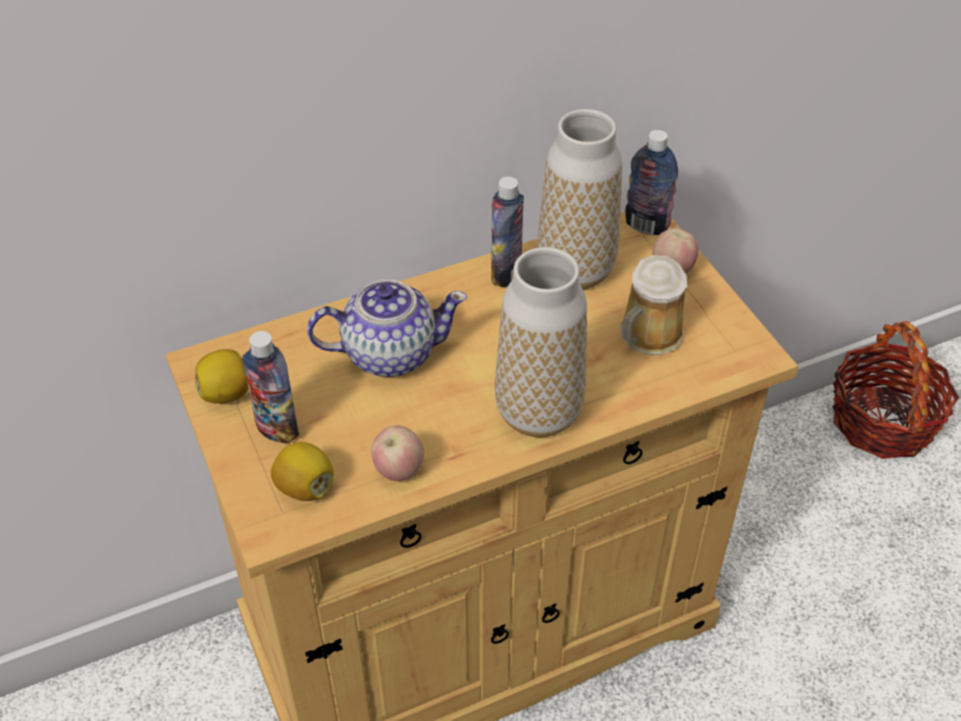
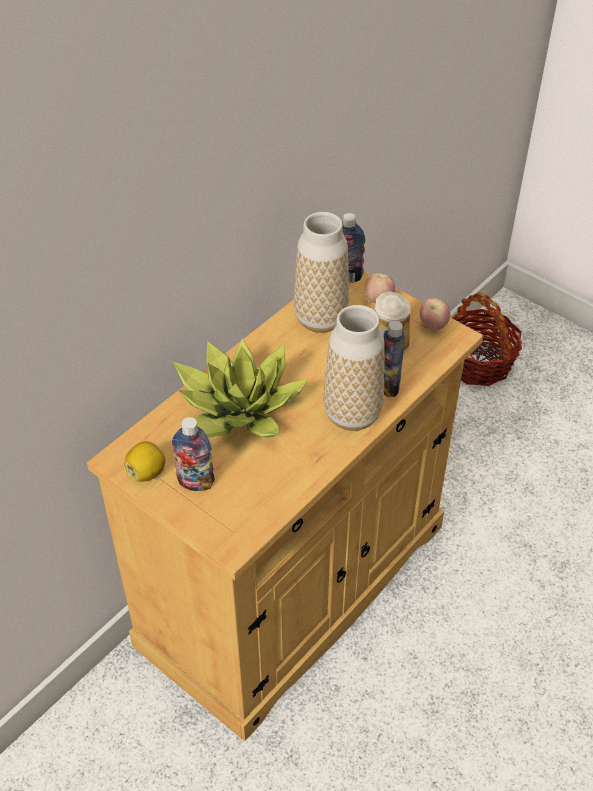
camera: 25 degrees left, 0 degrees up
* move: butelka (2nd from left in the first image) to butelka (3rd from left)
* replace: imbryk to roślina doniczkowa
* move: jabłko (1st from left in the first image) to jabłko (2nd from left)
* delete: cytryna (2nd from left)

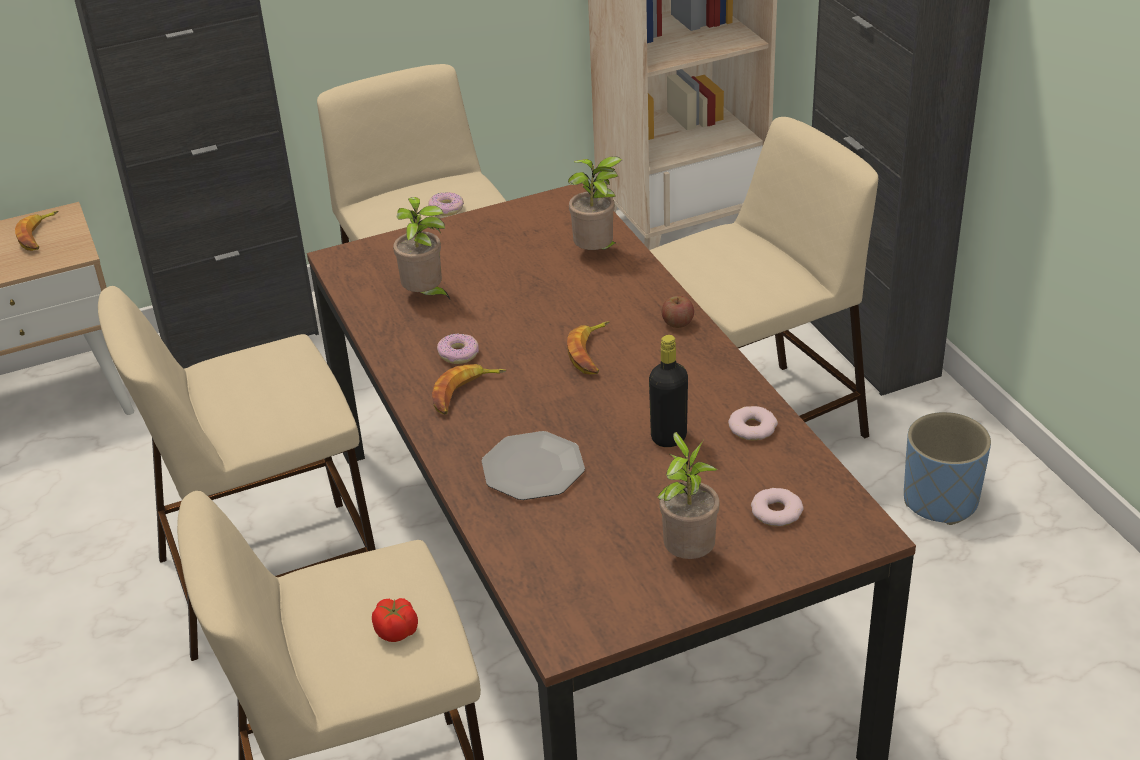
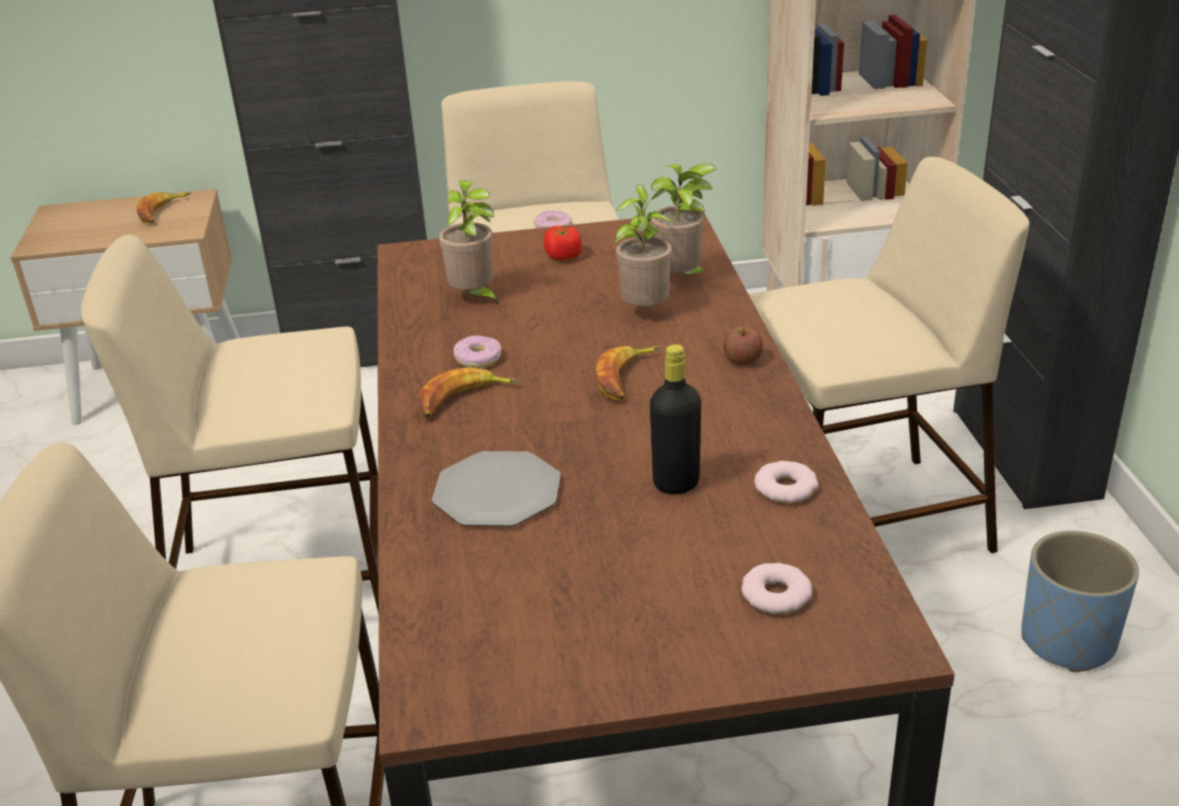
camera: 15 degrees right, 5 degrees down
* move: roślina doniczkowa (3rd from left in the first image) to roślina doniczkowa (2nd from left)
* move: pomidor

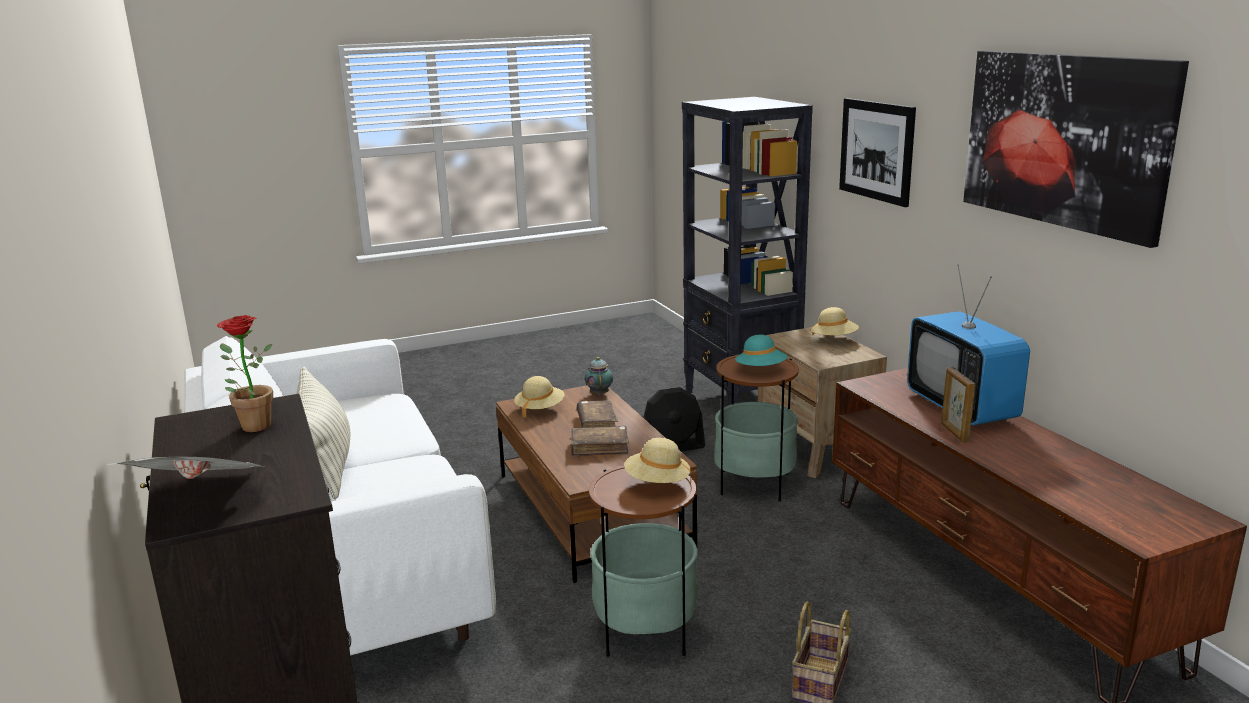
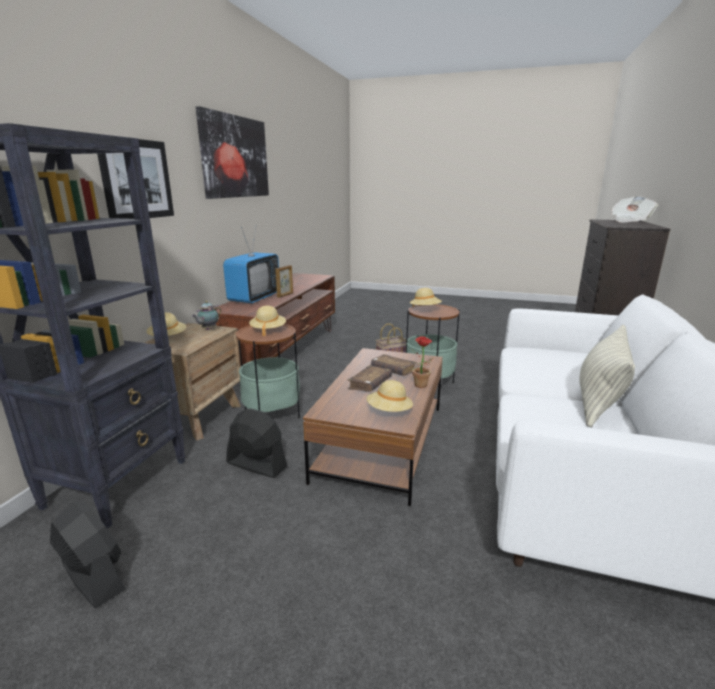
camera: 140 degrees left, 0 degrees up
* move: roślina doniczkowa
* recolor: kapelusz (turkusowy) to kapelusz (beżowy) (2nd from left)
* move: imbryk
* insert: wentylator (czarny) (1st from left)

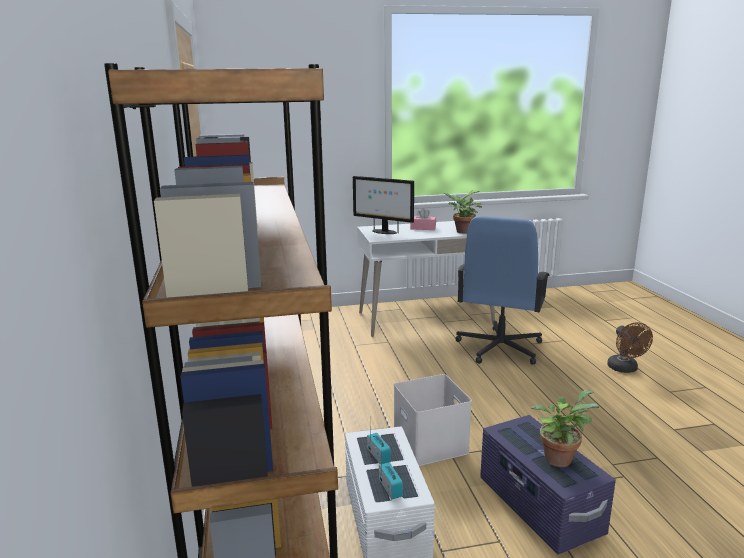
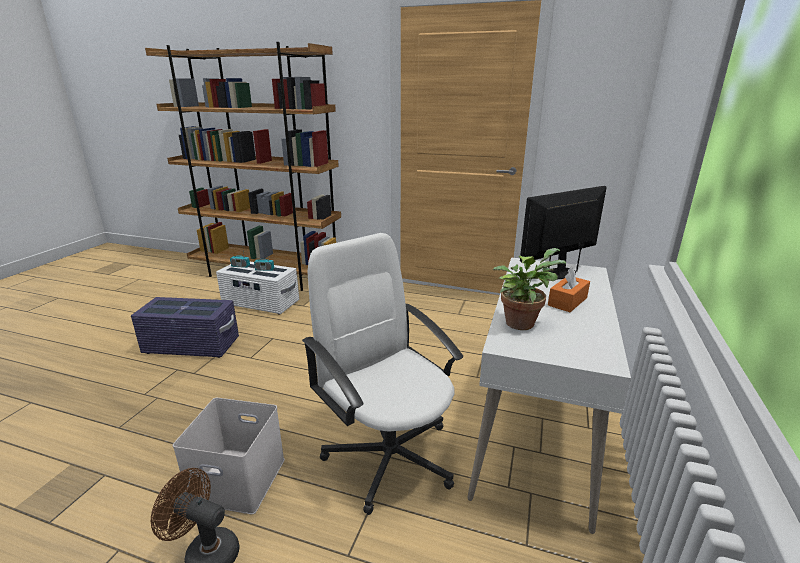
camera: 120 degrees right, 5 degrees up
* recolor: pudełko chusteczek (różowy) to pudełko chusteczek (pomarańczowy)
* recolor: krzesło biurowe (niebieski) to krzesło biurowe (biały)
* move: pojemnik do przechowywania (biały) (2nd from left in the first image) to pojemnik do przechowywania (biały) (1st from left)
* delete: roślina doniczkowa (2nd from left)

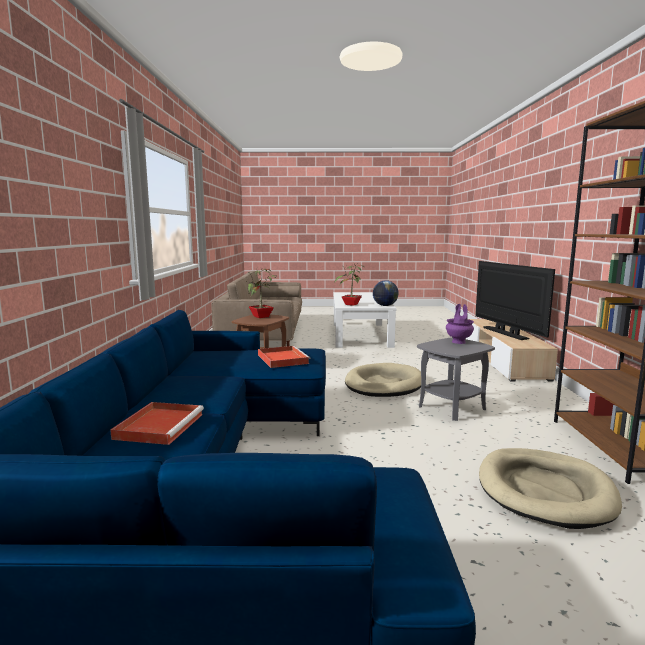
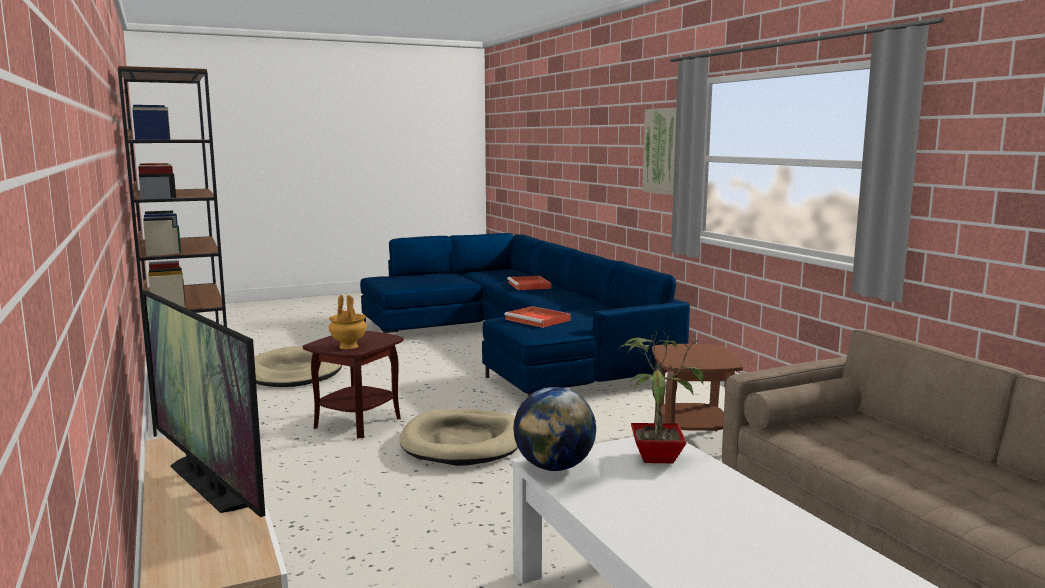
camera: 155 degrees right, 0 degrees up
* delete: roślina doniczkowa (1st from left)
* recolor: wazon (fioletowy) to wazon (brązowy)
* recolor: stolik (szary) to stolik (brązowy) (1st from left)
* insert: obraz

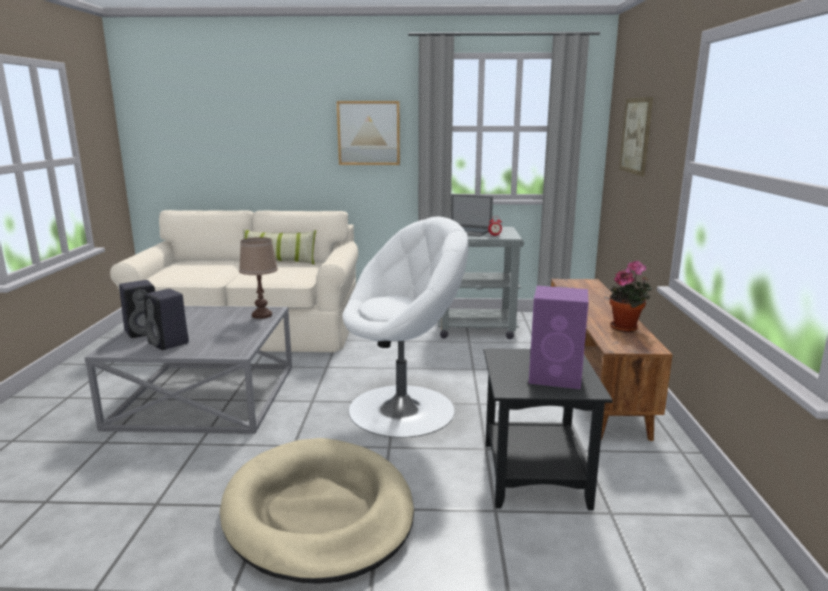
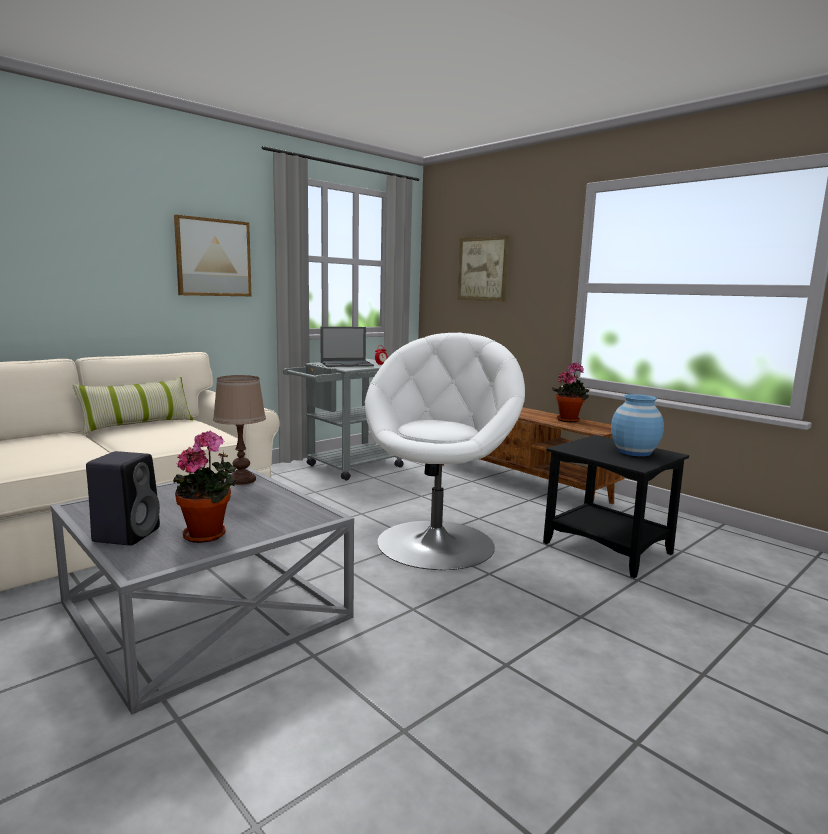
camera: 45 degrees left, 5 degrees down
* replace: głośnik (fioletowy) to wazon (niebieski)
* replace: głośnik (czarny) (2nd from left) to roślina doniczkowa (1st from left)
* delete: legowisko (beżowy)

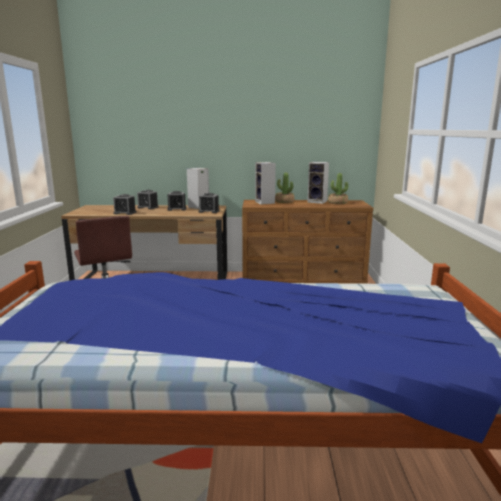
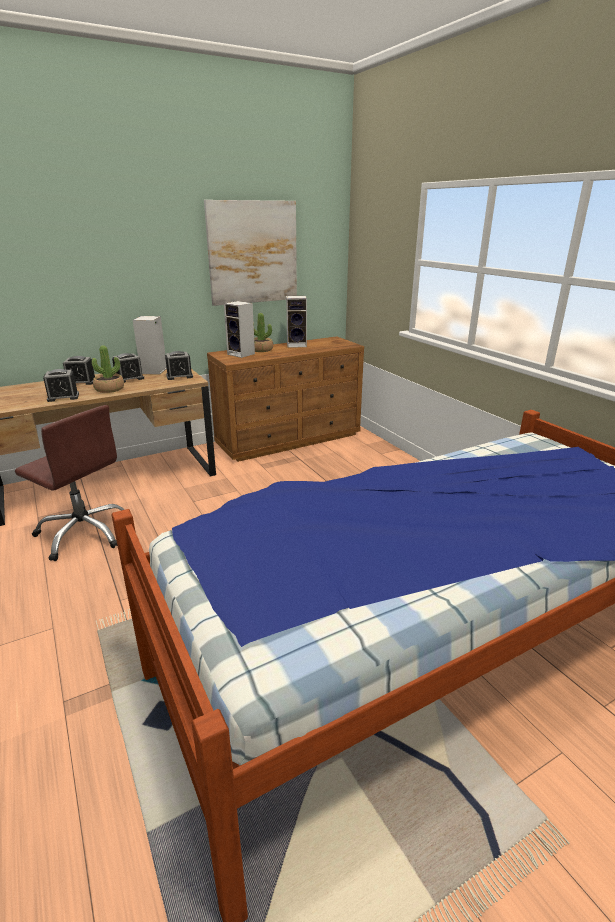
camera: 30 degrees left, 10 degrees up
* move: roślina doniczkowa (2nd from left in the first image) to roślina doniczkowa (1st from left)
* insert: obraz

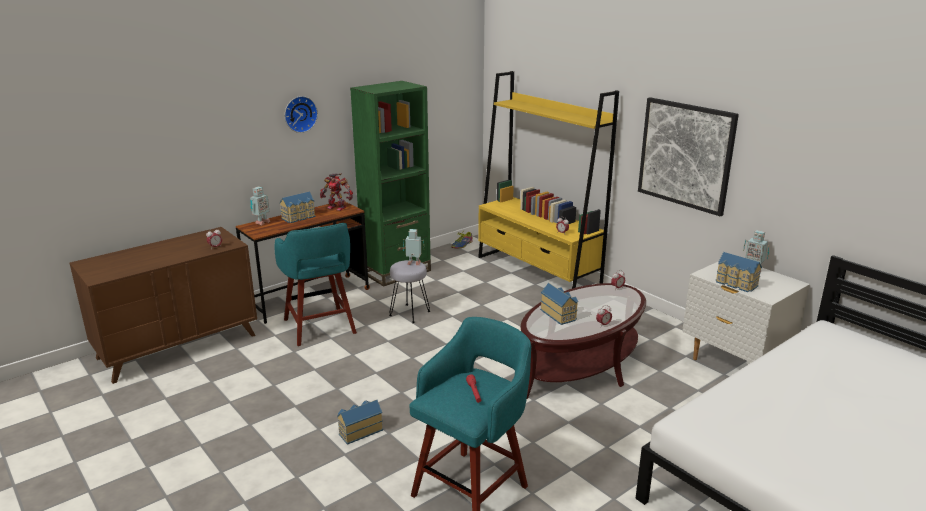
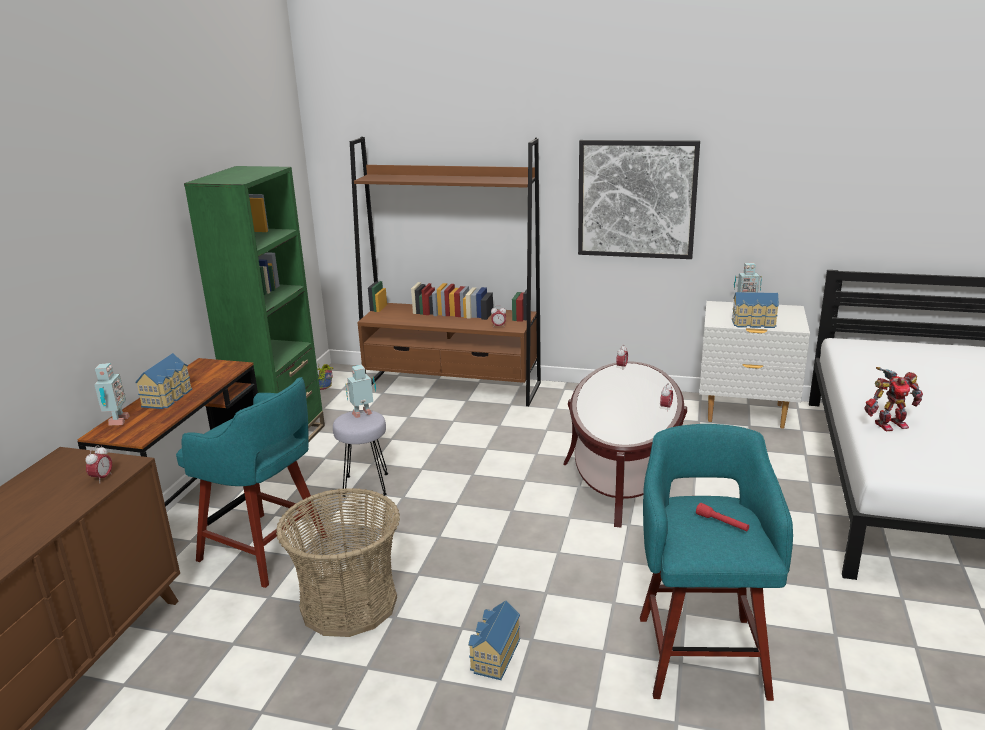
camera: 35 degrees left, 0 degrees up
* recolor: regał (żółty) to regał (brązowy)
* delete: zegar ścienny
* move: robot zabawkowy (2nd from left in the first image) to robot zabawkowy (4th from left)
* delete: domek (3rd from left)
* insert: koszyk

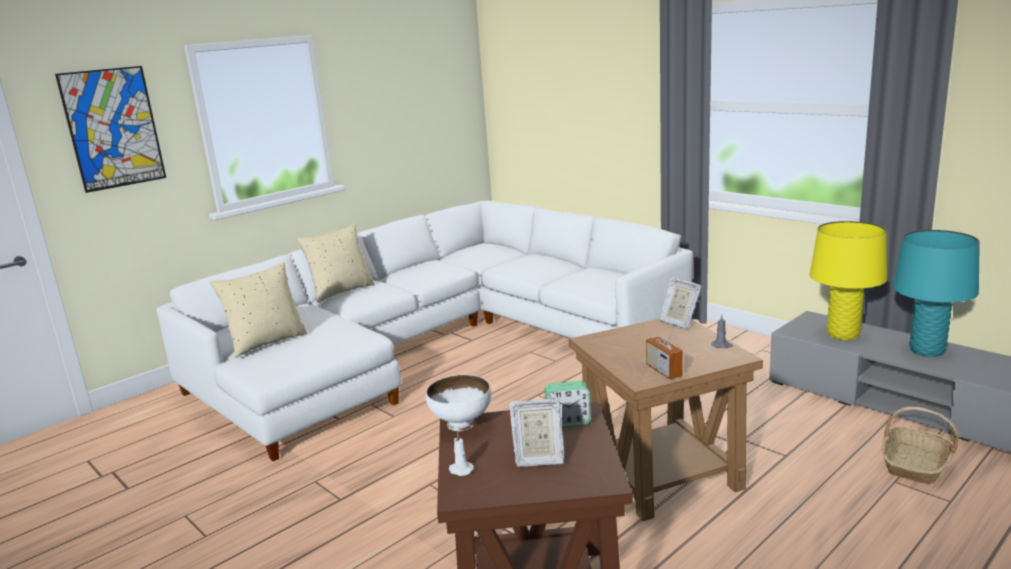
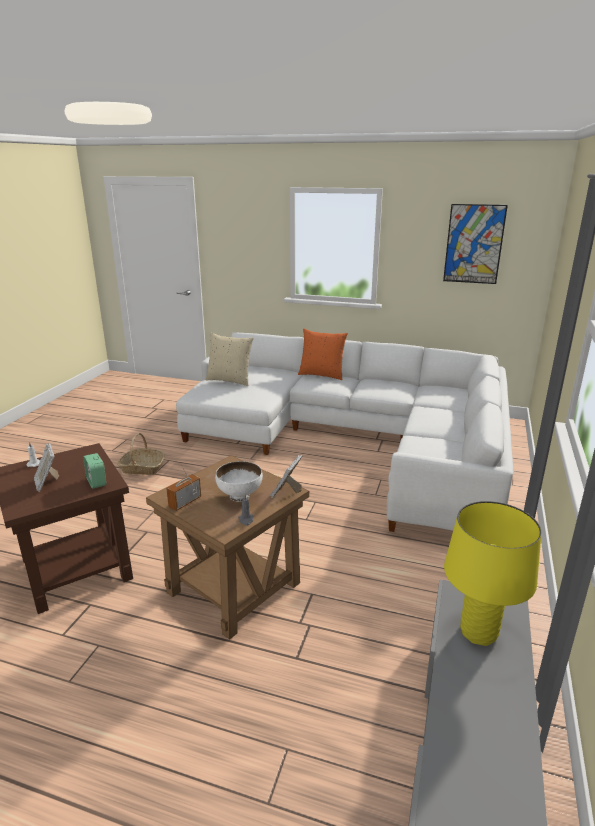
camera: 60 degrees right, 5 degrees up
* move: obraz
* recolor: poduszka (beżowy) (2nd from left) to poduszka (pomarańczowy)
* delete: lampa stołowa (turkusowy)
* move: miska (biały)
* move: koszyk

